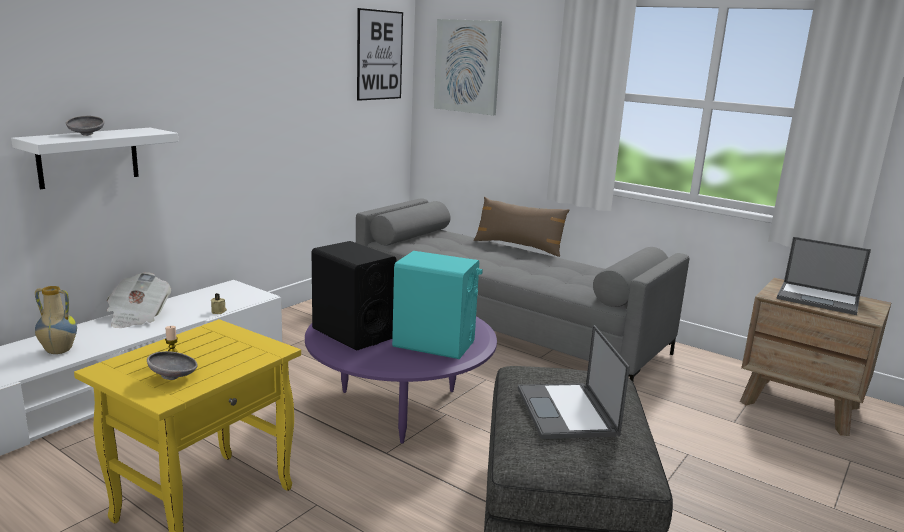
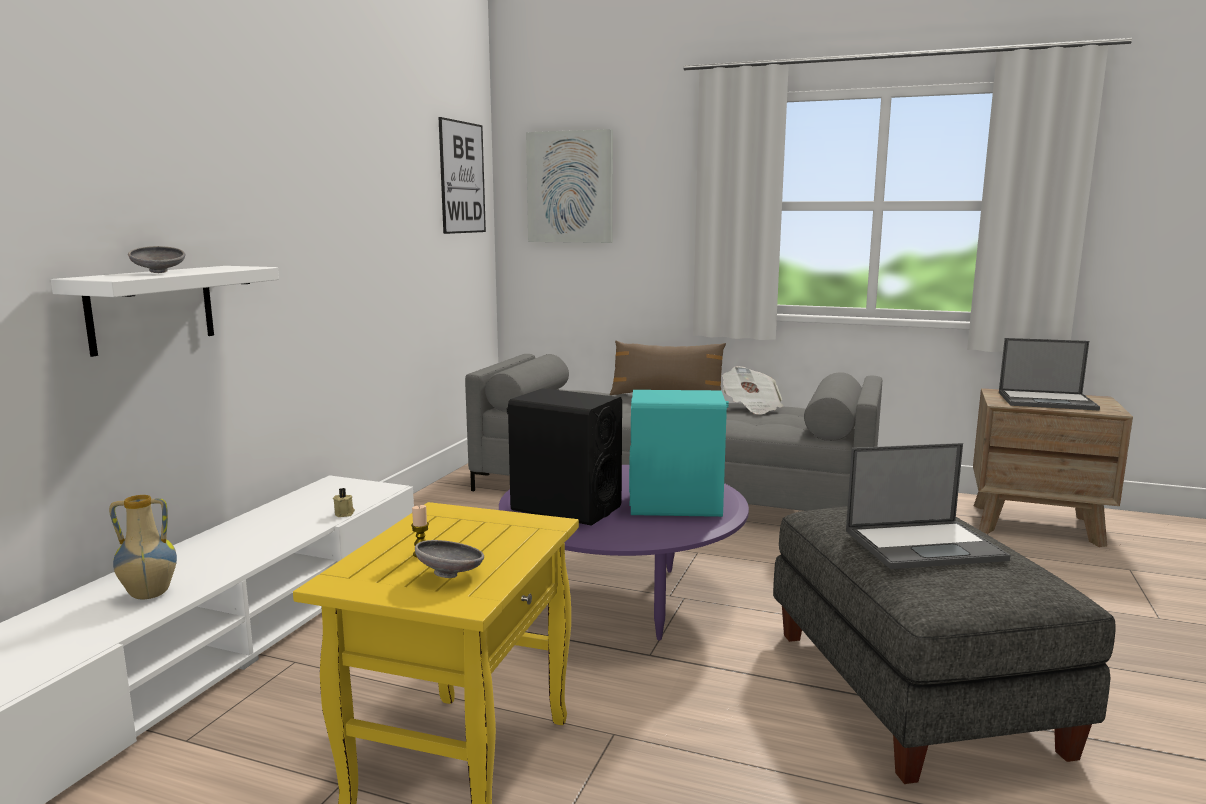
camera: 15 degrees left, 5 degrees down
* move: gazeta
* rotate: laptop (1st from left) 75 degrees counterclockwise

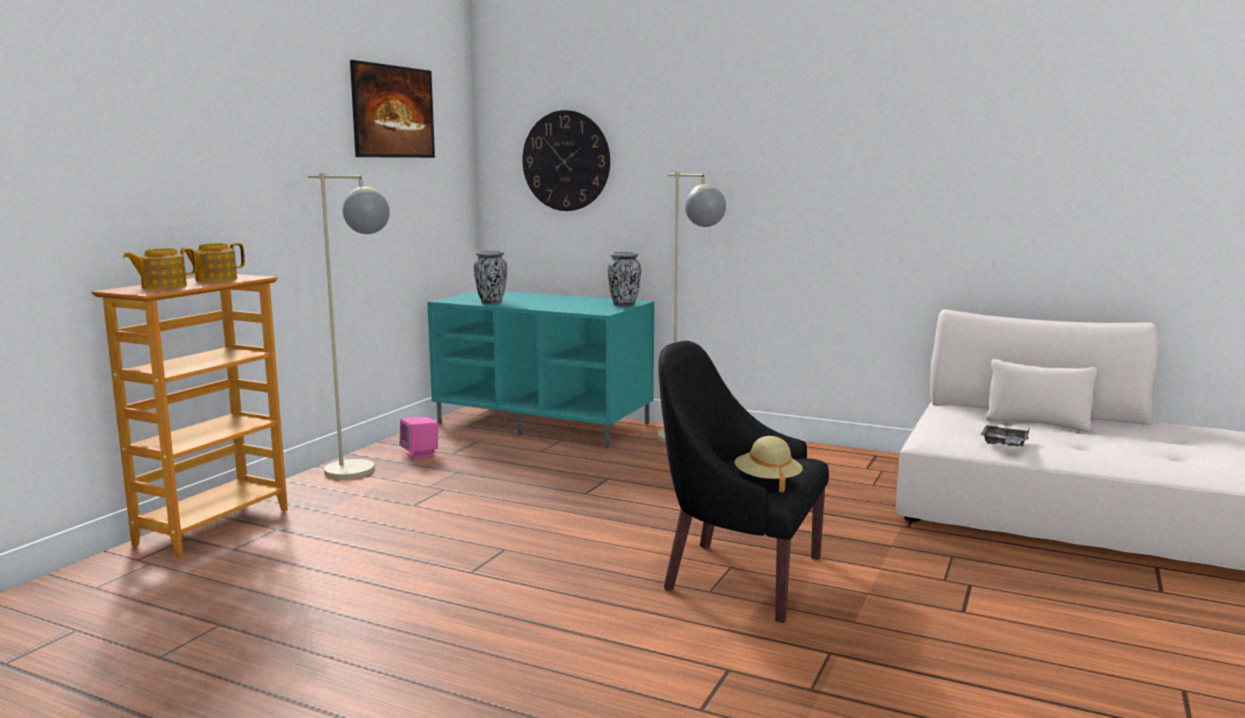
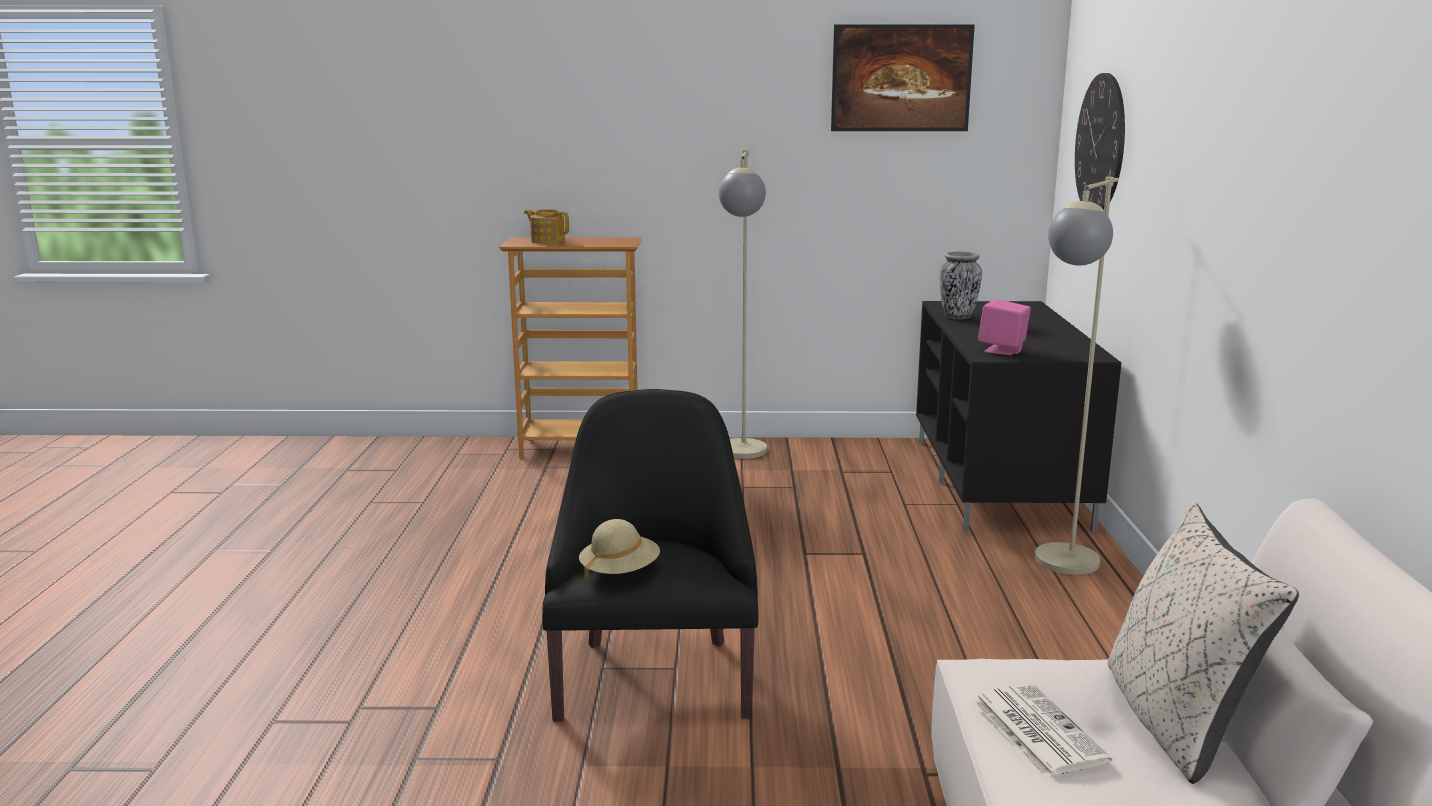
camera: 65 degrees right, 5 degrees up
* delete: imbryk (2nd from left)
* delete: wazon (2nd from left)
* recolor: szafka pod telewizor (turkusowy) to szafka pod telewizor (czarny)
* move: głośnik (różowy)
* replace: taca (szary) to gazeta
* insert: poduszka (beżowy)

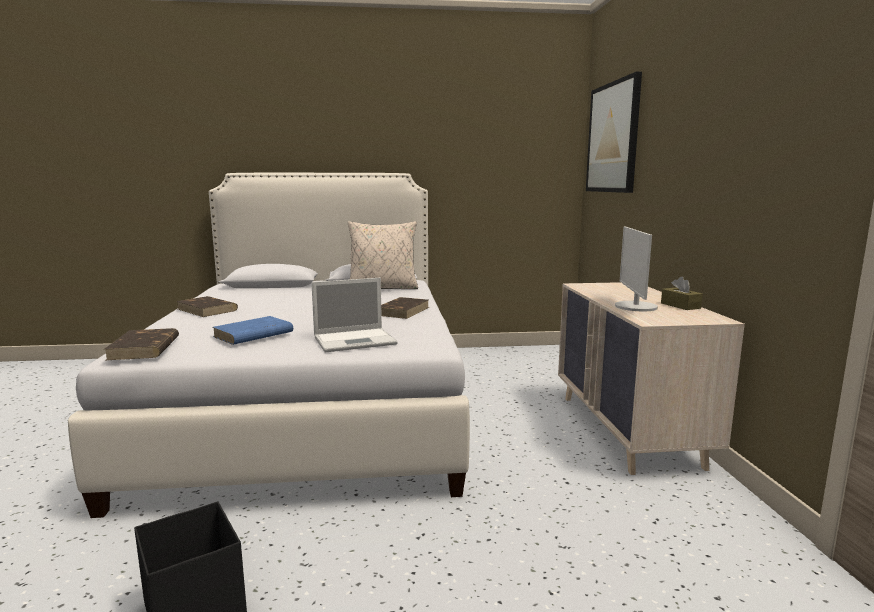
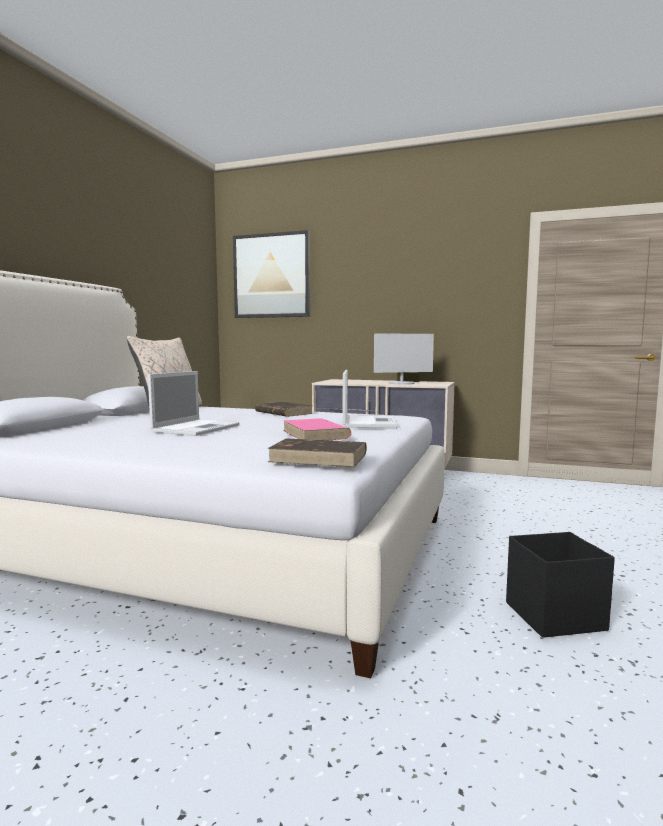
camera: 65 degrees left, 5 degrees down
* rotate: monitor 45 degrees counterclockwise
* delete: książka (brązowy) (2nd from left)
* recolor: książka (niebieski) to książka (różowy)
* insert: laptop (1st from left)

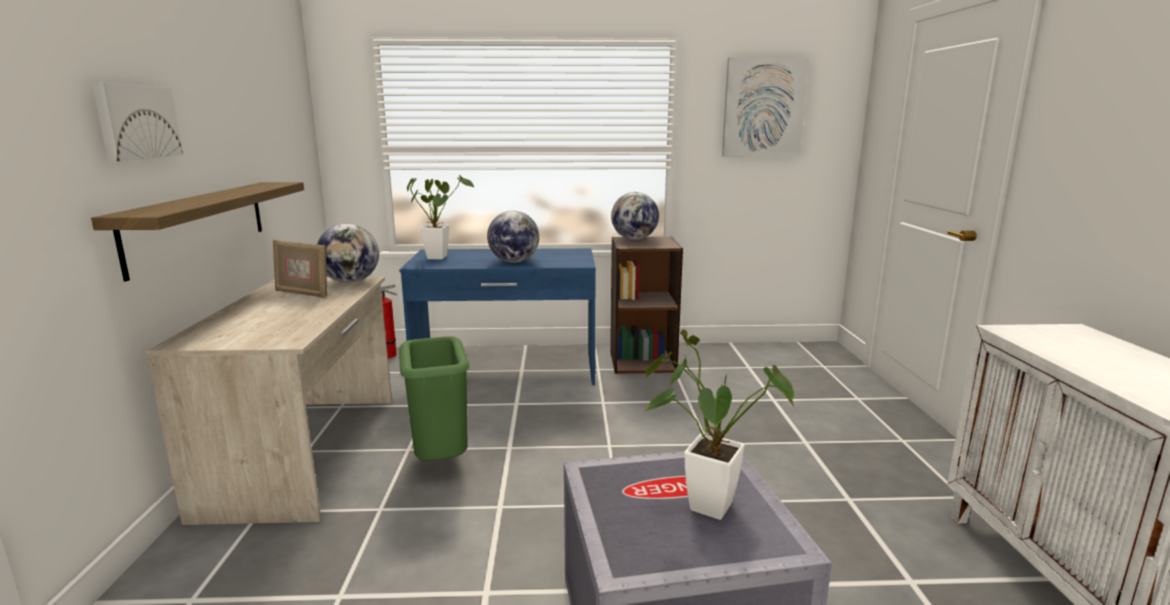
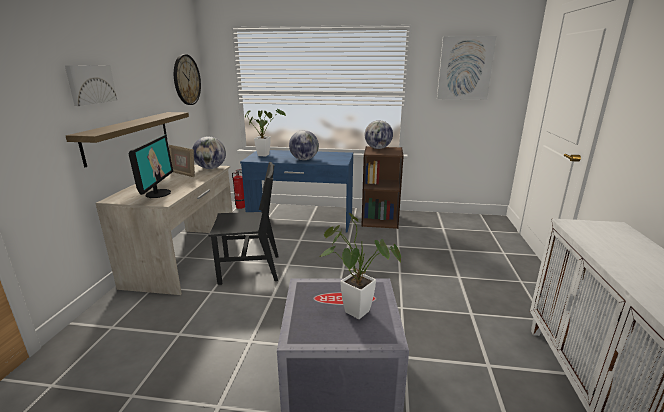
camera: 10 degrees right, 5 degrees up
* replace: kosz na śmieci (zielony) to krzesło (czarny)
* insert: zegar ścienny
* insert: monitor

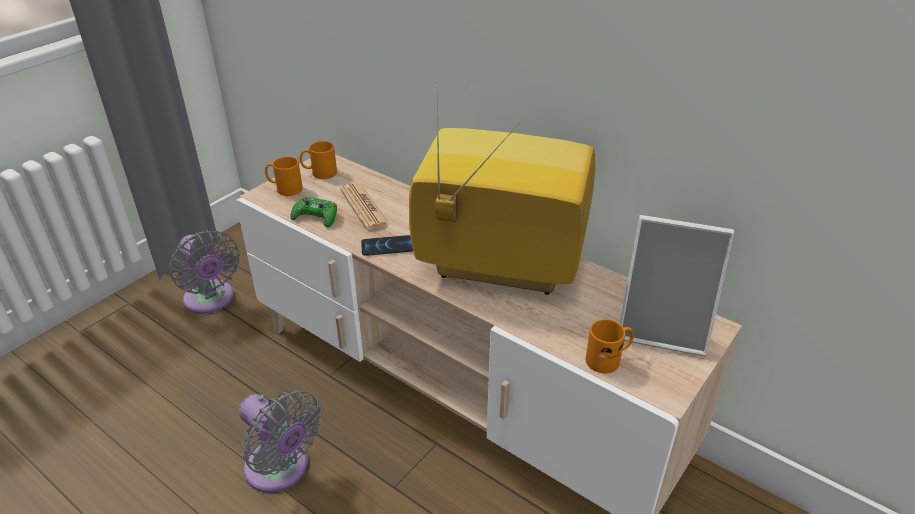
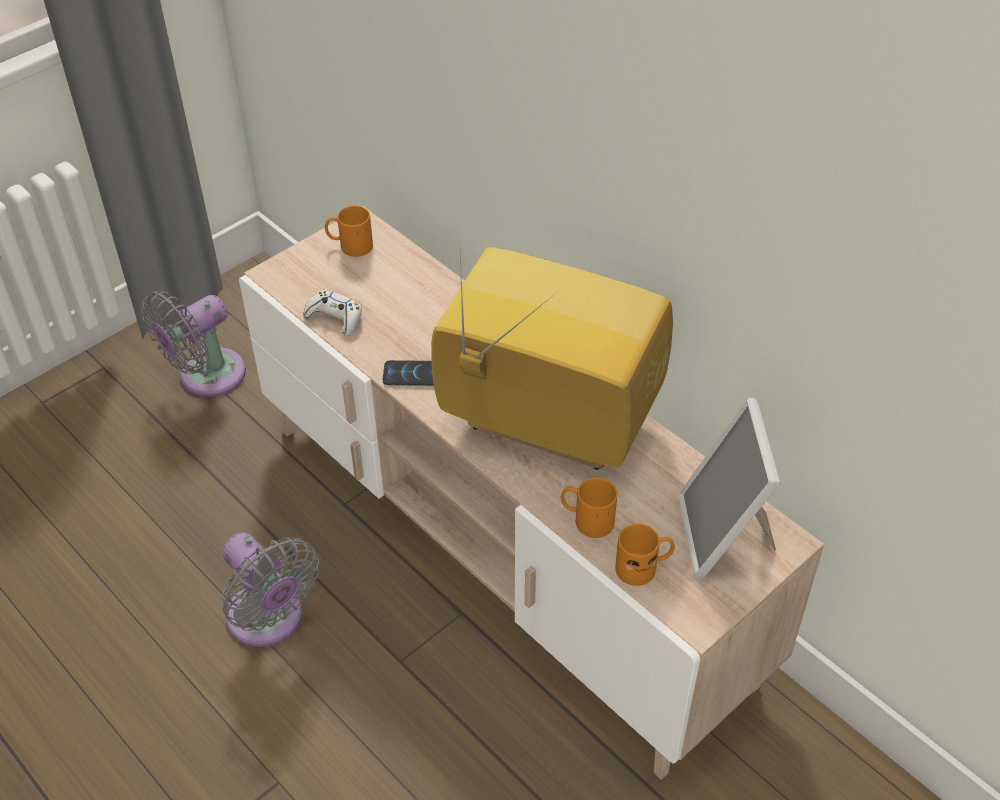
camera: 10 degrees right, 10 degrees up
* move: kubek (pomarańczowy) (1st from left in the first image) to kubek (pomarańczowy) (2nd from left)
* delete: gazeta
* recolor: pad do gier (zielony) to pad do gier (biały)
* rotate: ramka na zdjęcie 60 degrees clockwise
* rotate: wentylator (szary) (1st from left) 75 degrees clockwise

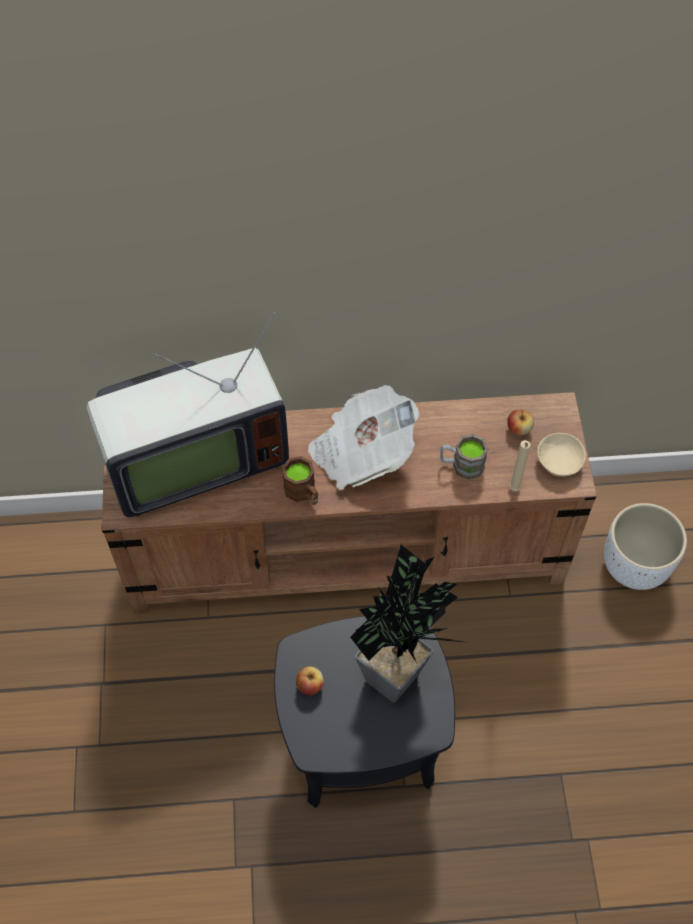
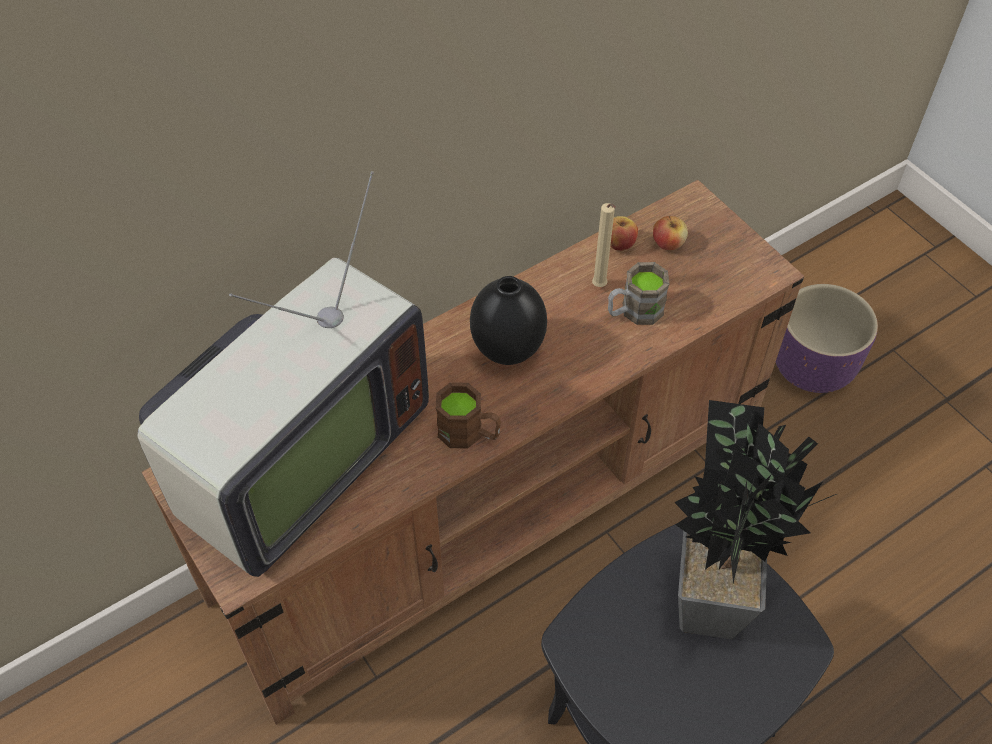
camera: 30 degrees left, 5 degrees down
* replace: gazeta to wazon (czarny)
* delete: miska (beżowy)
* move: świeca (beżowy)
* recolor: donica (biały) to donica (fioletowy)
* move: jabłko (1st from left)

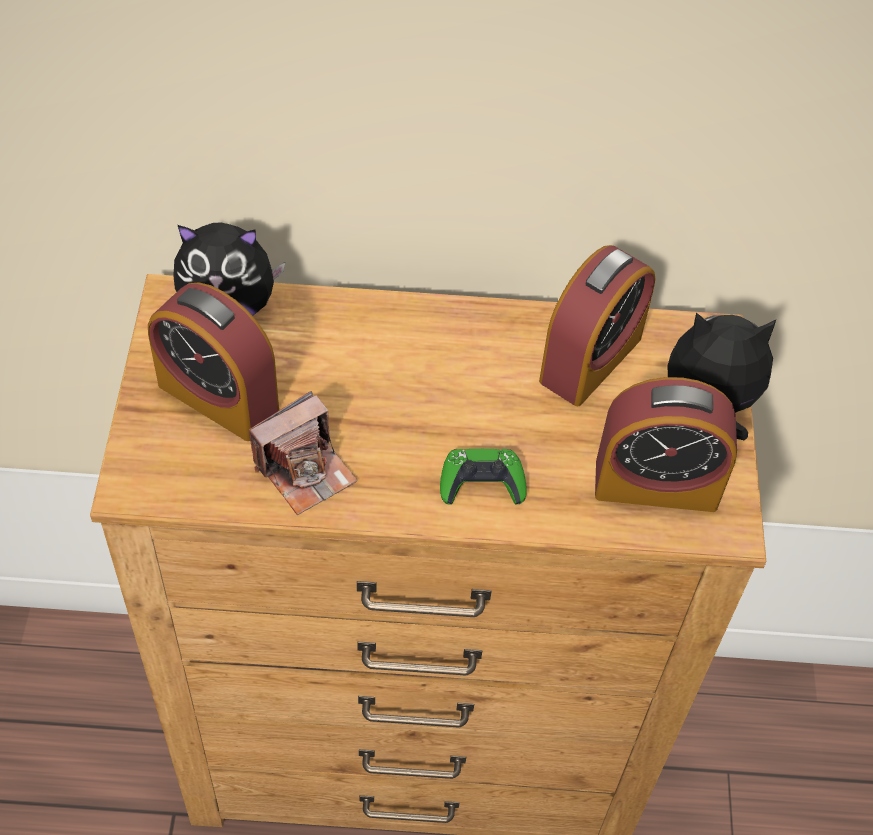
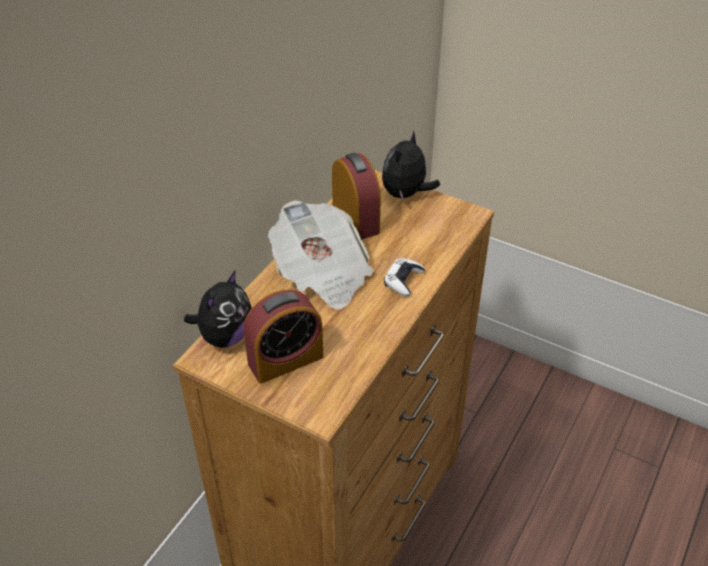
camera: 60 degrees left, 10 degrees down
* delete: budzik (3rd from left)
* delete: aparat fotograficzny
* recolor: pad do gier (zielony) to pad do gier (biały)
* insert: gazeta

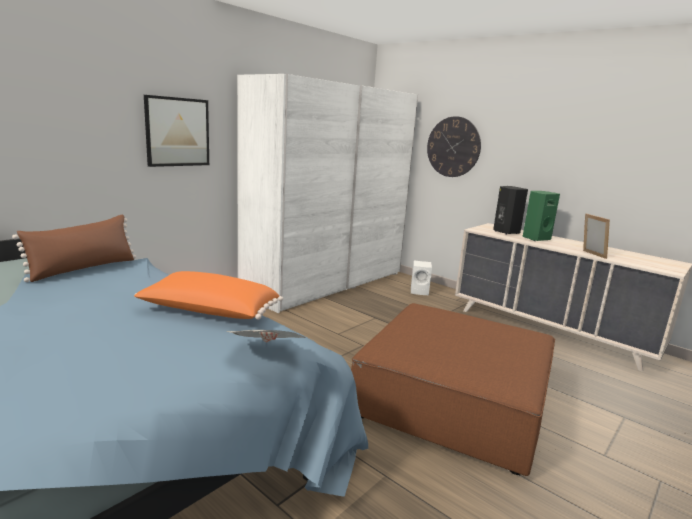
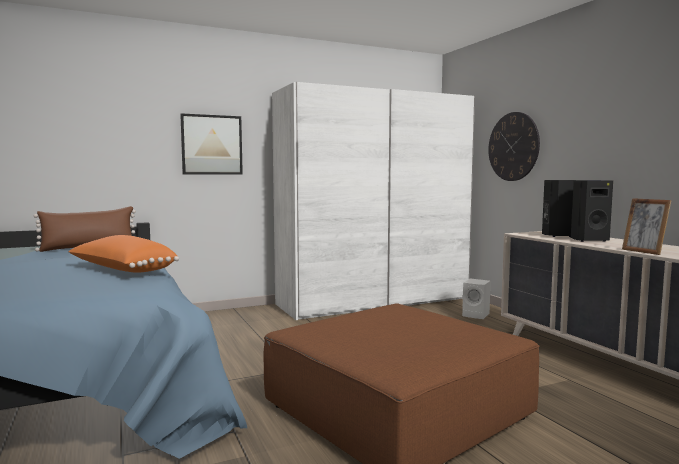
camera: 25 degrees right, 10 degrees down
* recolor: głośnik (zielony) to głośnik (czarny) (2nd from left)
* rotate: ramka na zdjęcie 150 degrees clockwise
* delete: gazeta

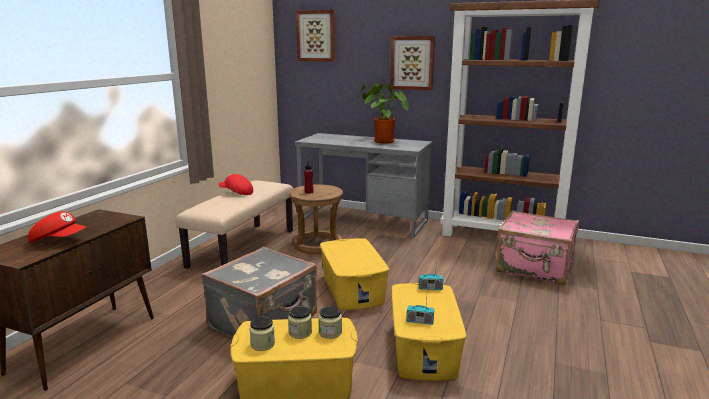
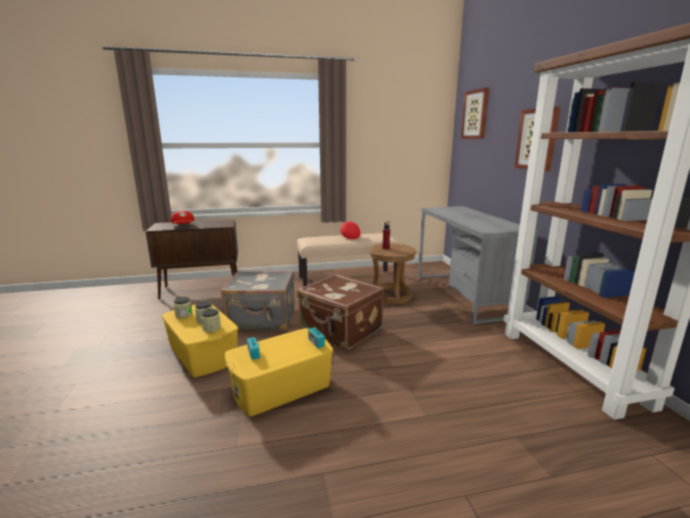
camera: 55 degrees right, 0 degrees up
* delete: roślina doniczkowa
* delete: walizka (różowy)
* replace: pojemnik do przechowywania (żółty) (2nd from left) to walizka (brązowy)

